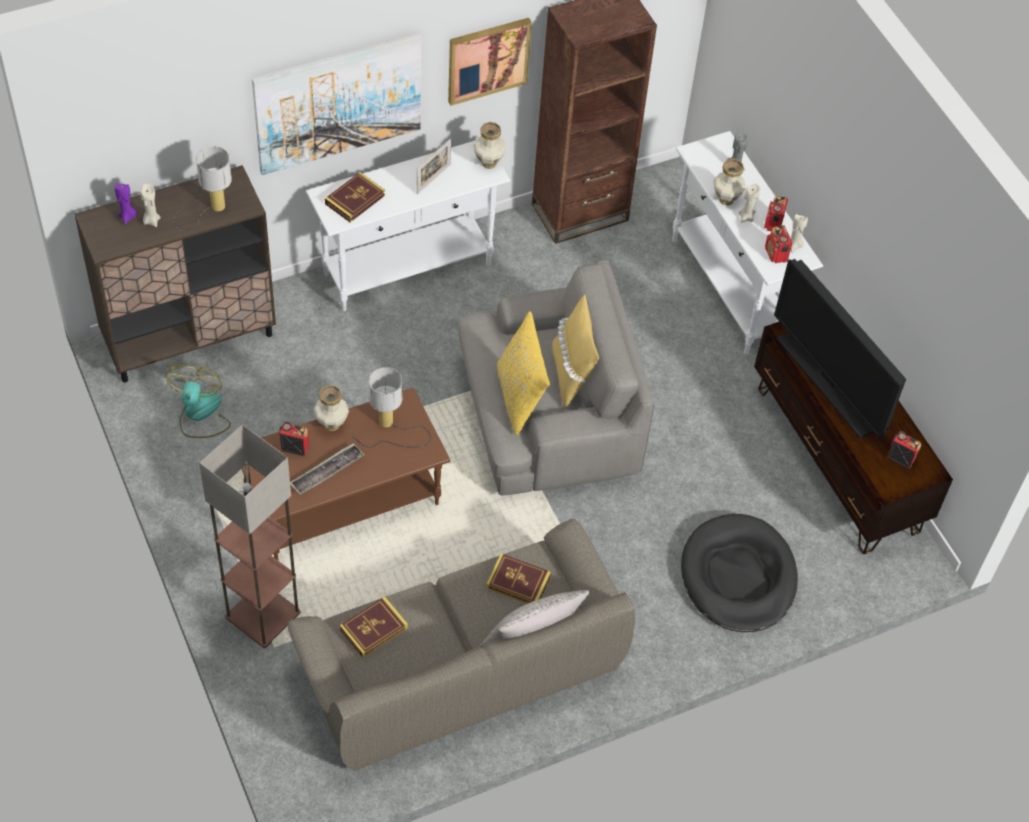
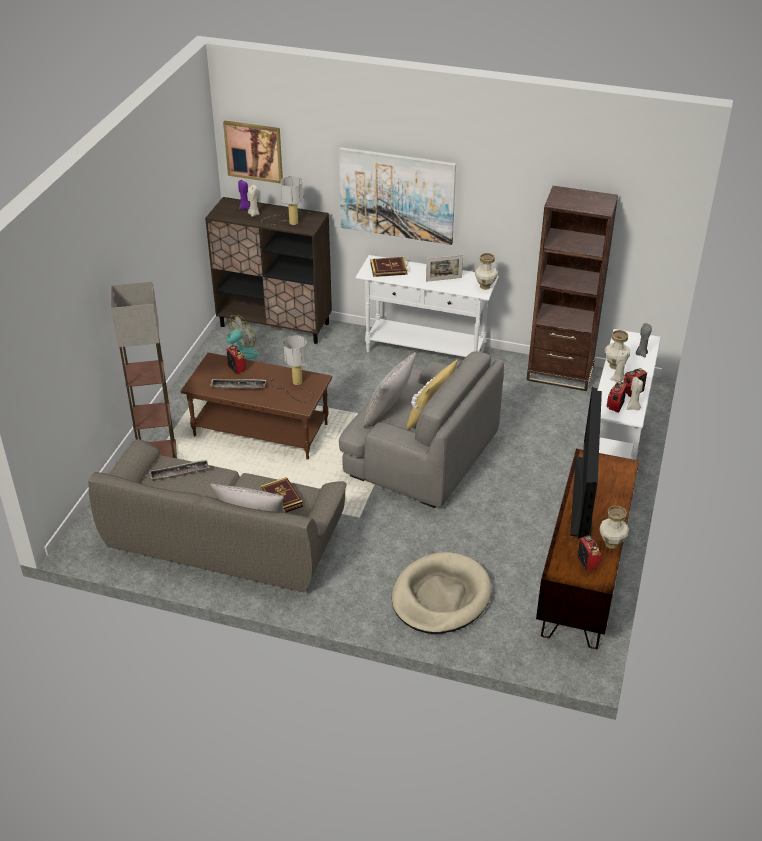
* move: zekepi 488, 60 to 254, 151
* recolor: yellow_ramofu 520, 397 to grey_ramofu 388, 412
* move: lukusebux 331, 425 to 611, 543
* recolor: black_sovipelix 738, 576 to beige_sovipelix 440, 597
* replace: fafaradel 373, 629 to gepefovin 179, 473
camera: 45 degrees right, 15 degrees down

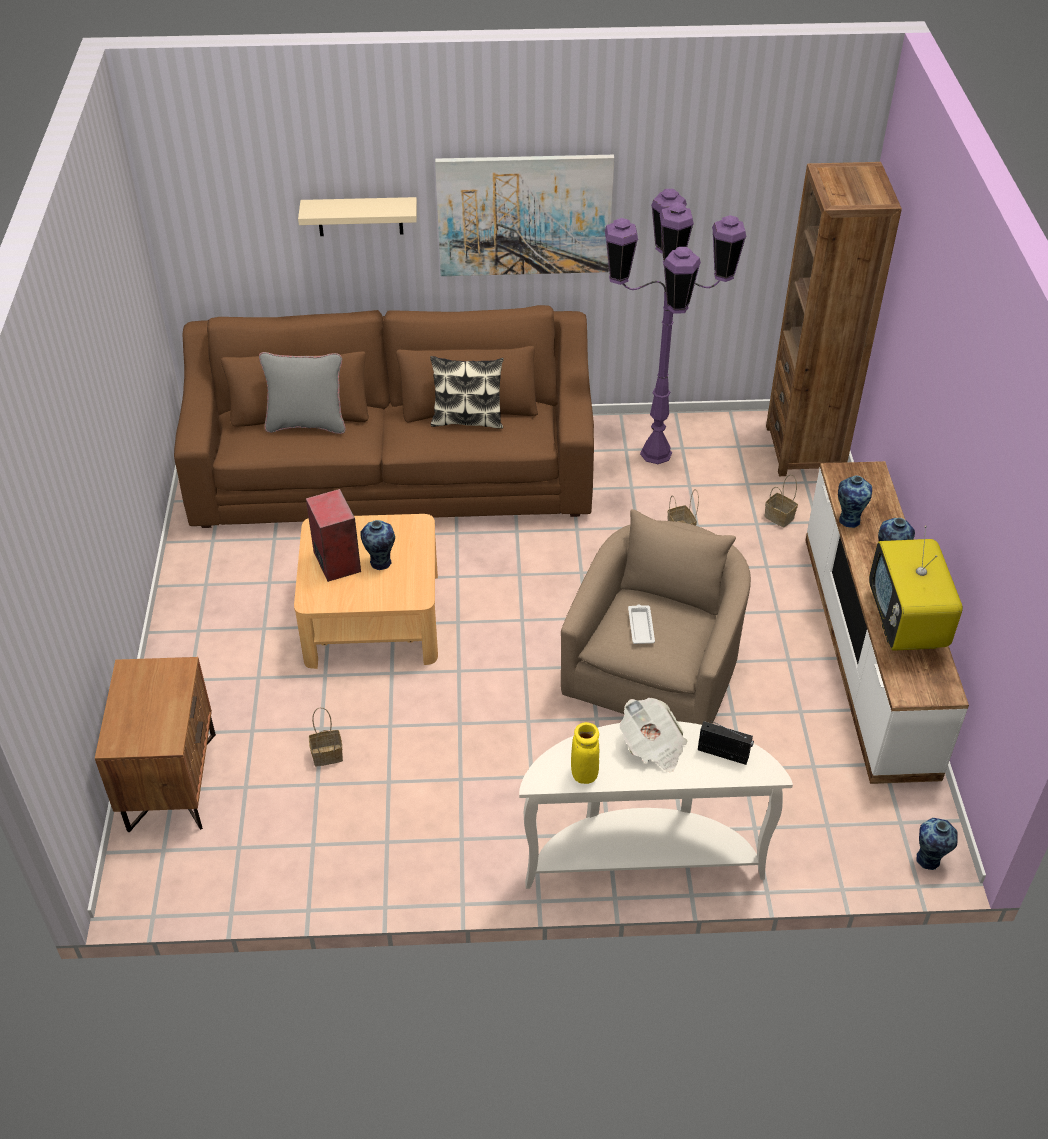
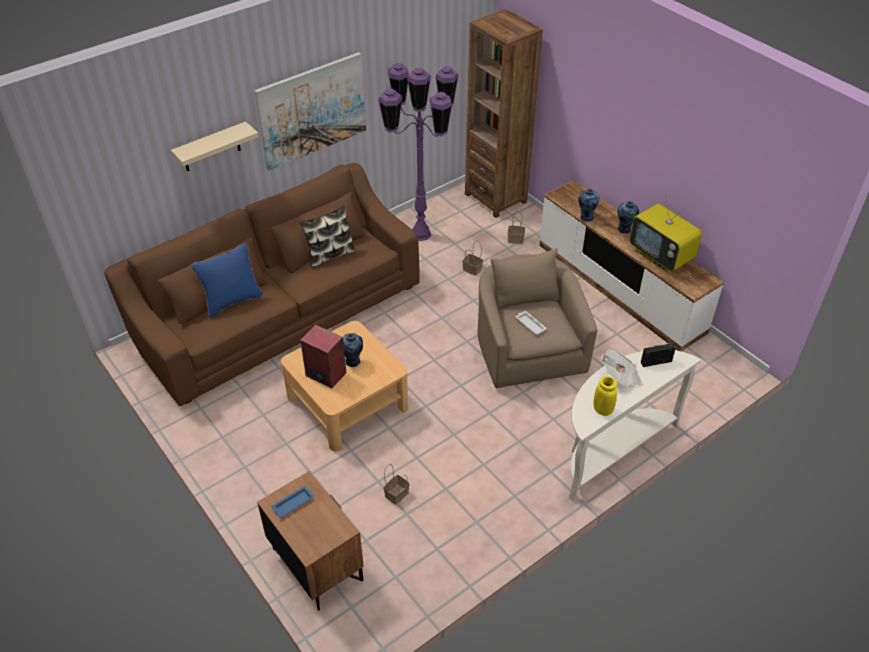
* recolor: grey_ramofu 307, 424 to blue_ramofu 232, 301
* delete: lukusebux 929, 860
* insert: blue_gepefovin 294, 503
camera: 35 degrees left, 0 degrees up

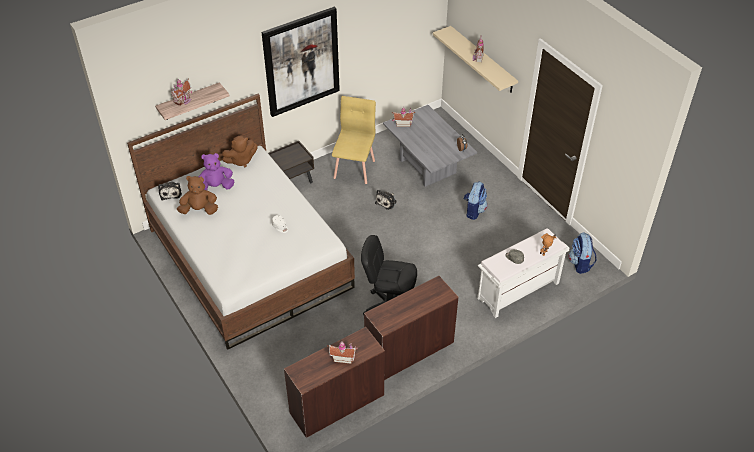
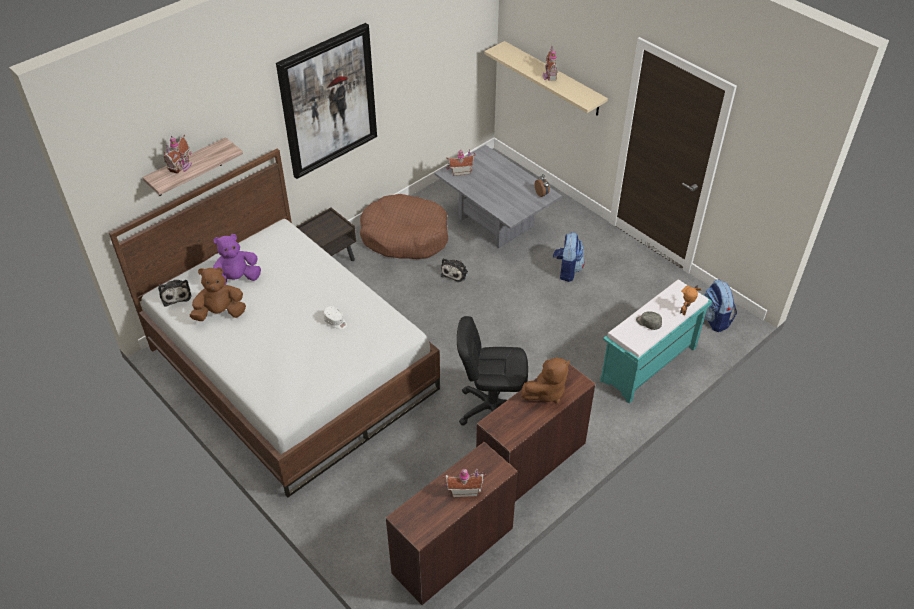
* replace: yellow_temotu 355, 169 to brown_sovipelix 405, 236
* move: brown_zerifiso 241, 160 to 546, 392
* recolor: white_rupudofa 517, 291 to turquoise_rupudofa 648, 365
camera: 10 degrees left, 0 degrees up

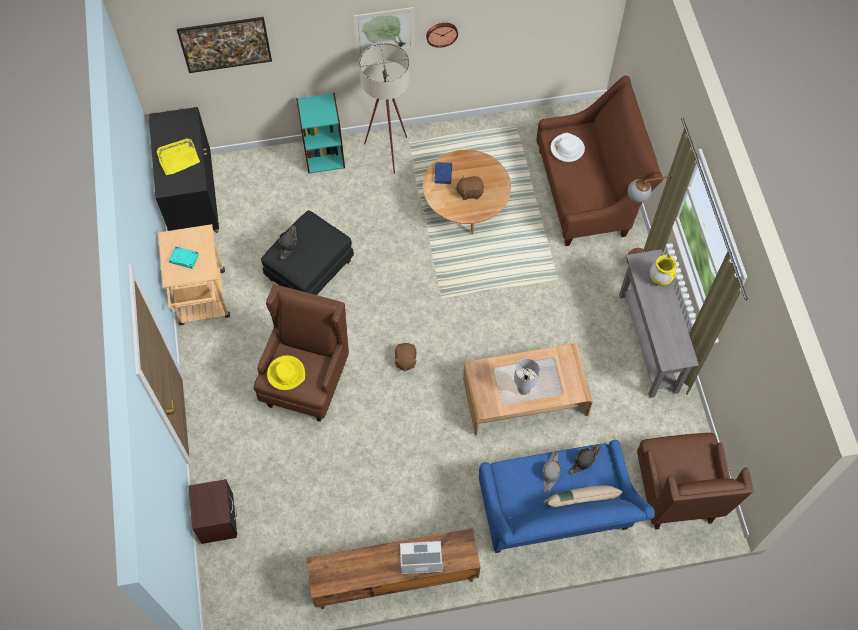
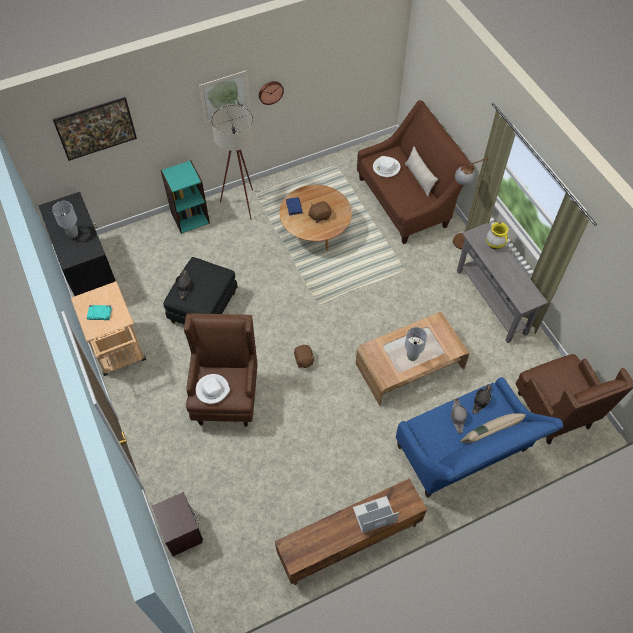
* replace: yellow_gepefovin 178, 157 to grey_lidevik 73, 234
* recolor: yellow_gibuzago 286, 373 to white_gibuzago 212, 389
* insert: beige_ramofu 419, 179
camera: 15 degrees left, 5 degrees down

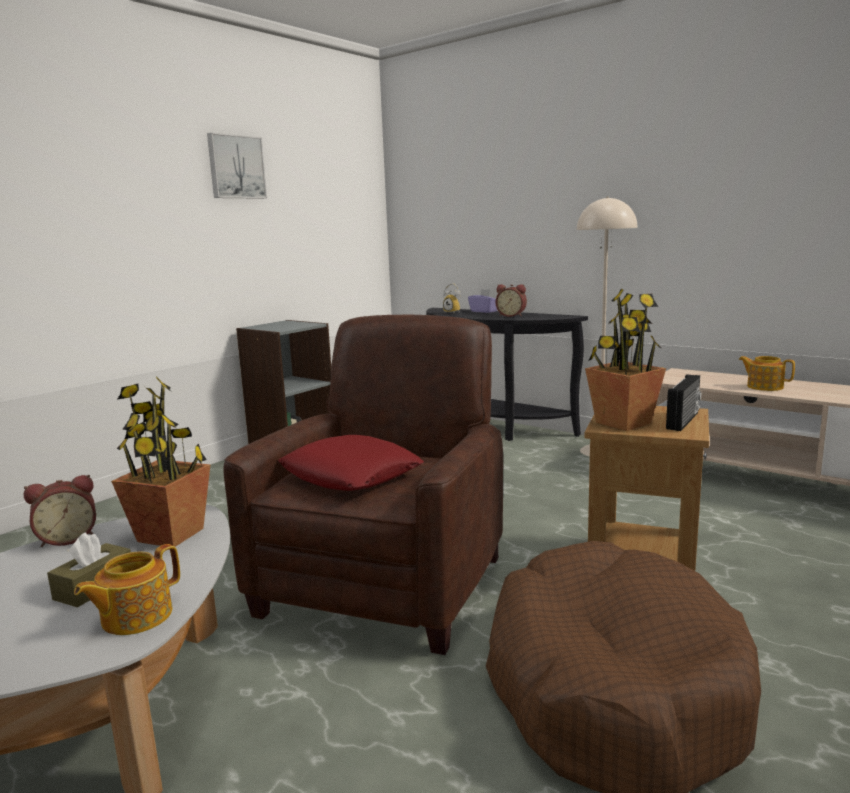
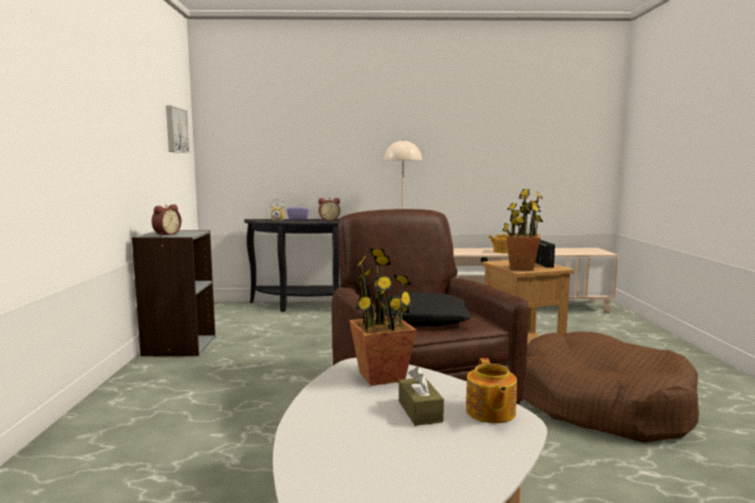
* move: zekepi 236, 167 to 175, 130
* recolor: red_ramofu 350, 475 to black_ramofu 424, 318
* move: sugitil 68, 538 to 166, 234
camera: 40 degrees left, 5 degrees down

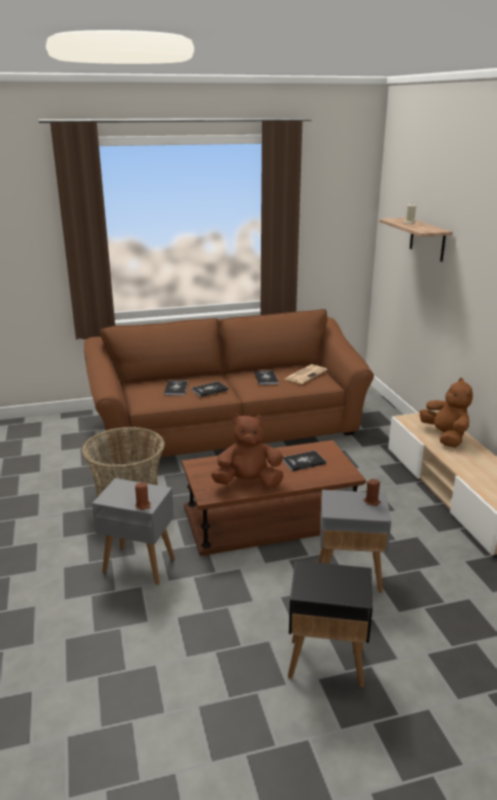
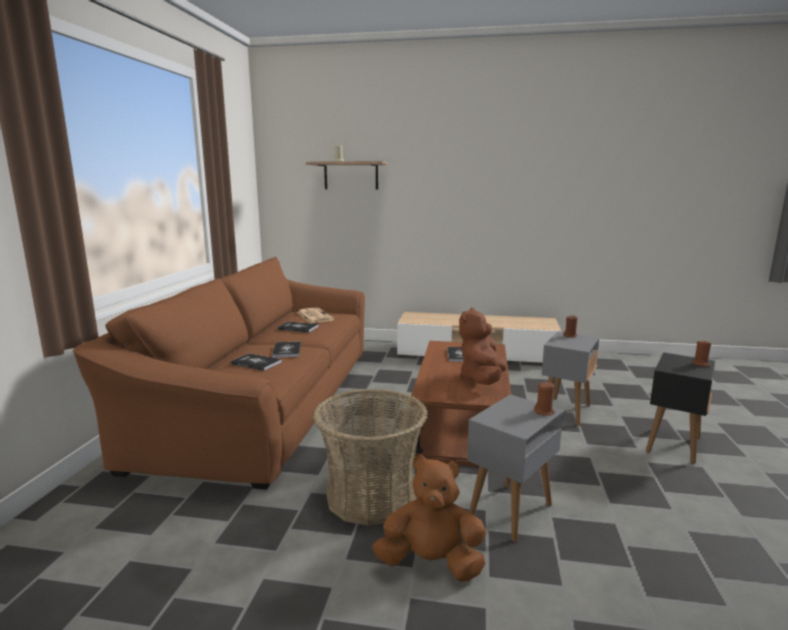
* move: brown_zerifiso 445, 437 to 431, 563
* insert: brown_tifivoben 701, 364
camera: 65 degrees left, 10 degrees down

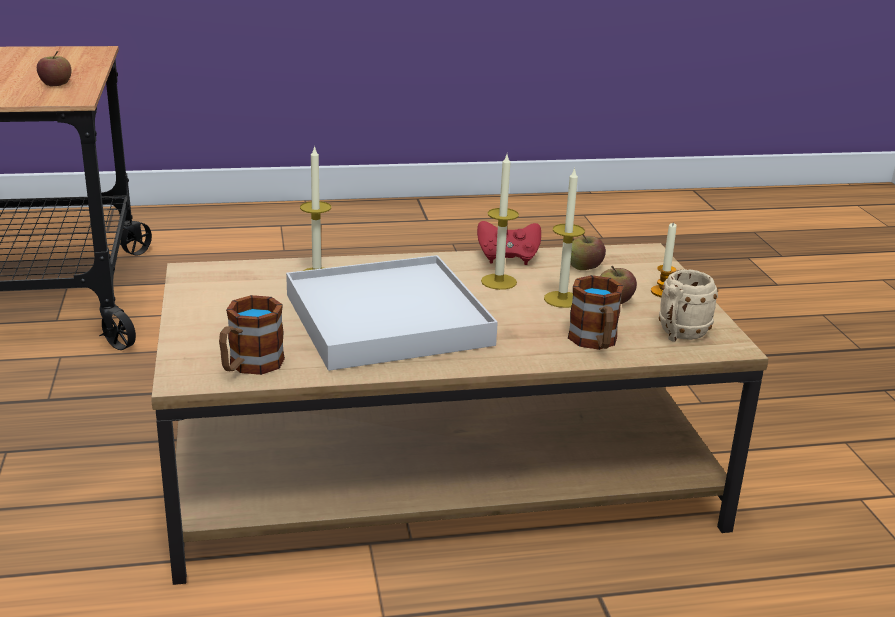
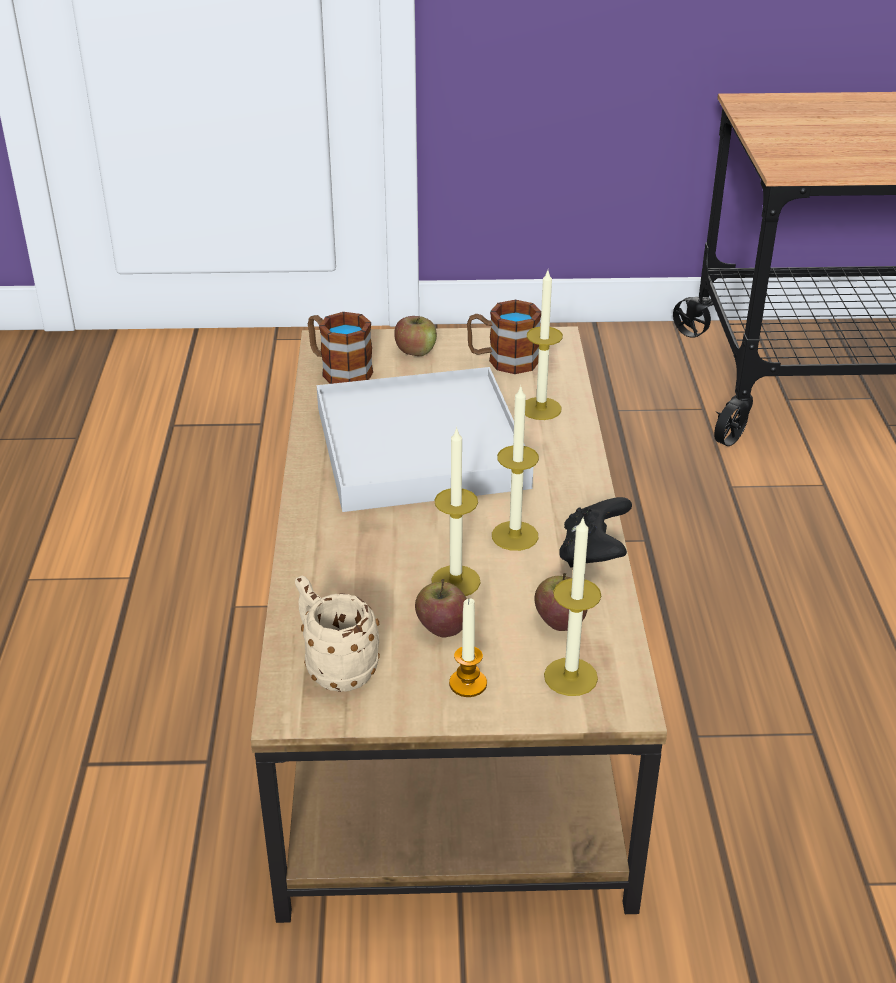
* move: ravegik 56, 84 to 416, 351
* recolor: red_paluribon 508, 258 to black_paluribon 593, 553
* move: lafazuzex 595, 342 to 502, 361
* insert: tifivoben 570, 677
camera: 100 degrees right, 10 degrees up

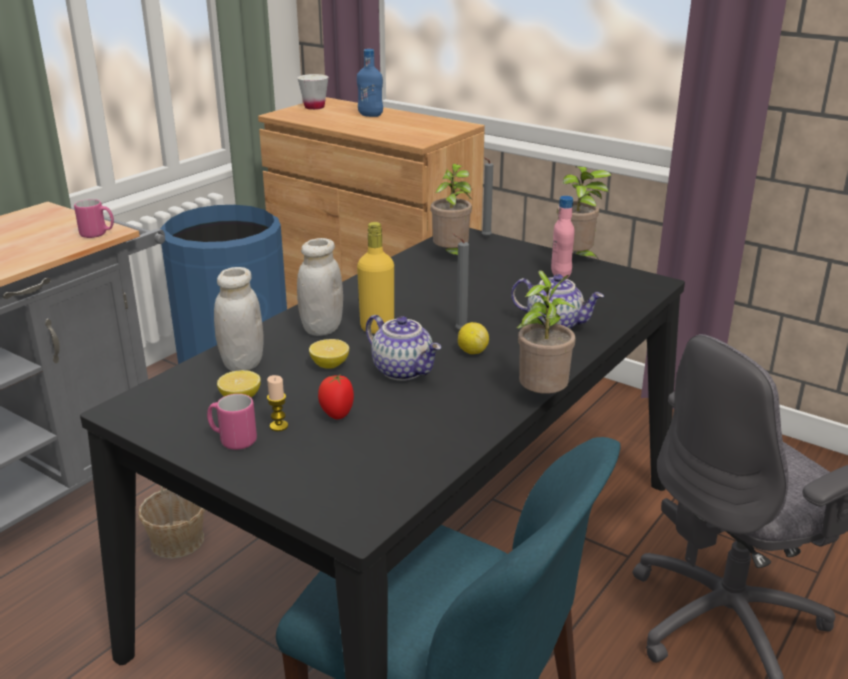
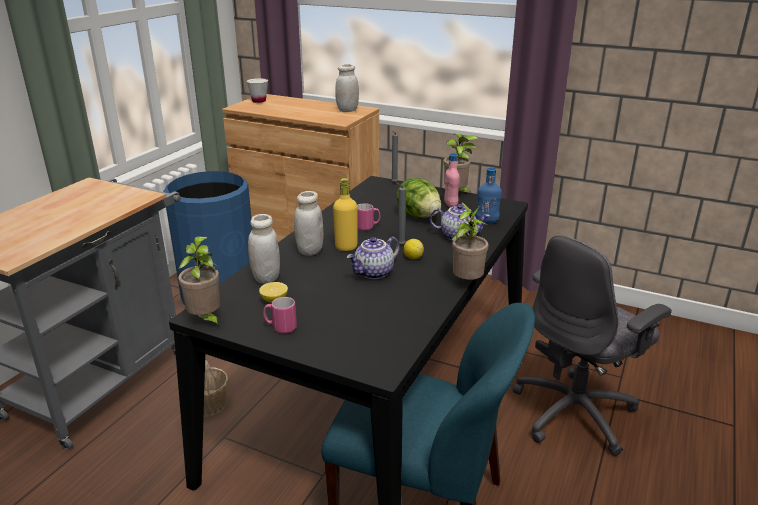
* move: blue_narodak 370, 115 to 487, 221
* move: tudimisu 451, 256 to 206, 320
* move: pink_lafazuzex 98, 234 to 368, 227
* rotate: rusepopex 404, 370 = 374, 273 105 degrees clockwise
* delete: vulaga 330, 365
* delete: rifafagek 336, 414
* delete: tifivoben 279, 426
* insert: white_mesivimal 347, 110
* insert: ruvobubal 419, 216
camera: 10 degrees left, 0 degrees up

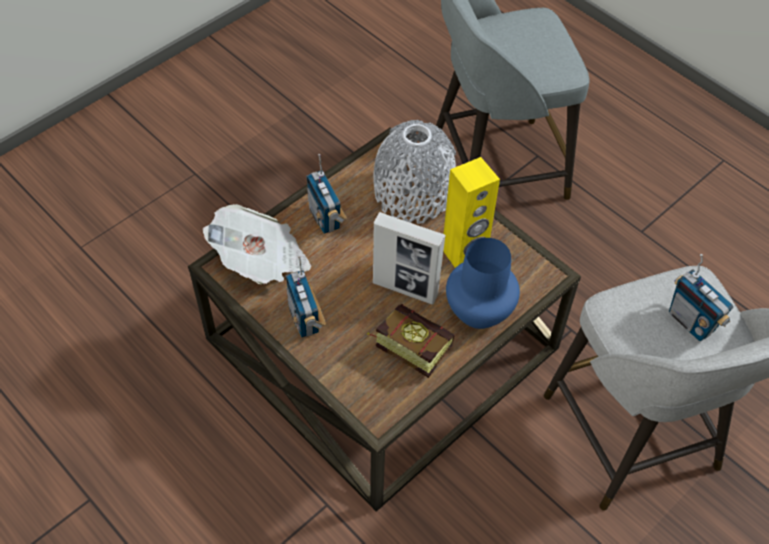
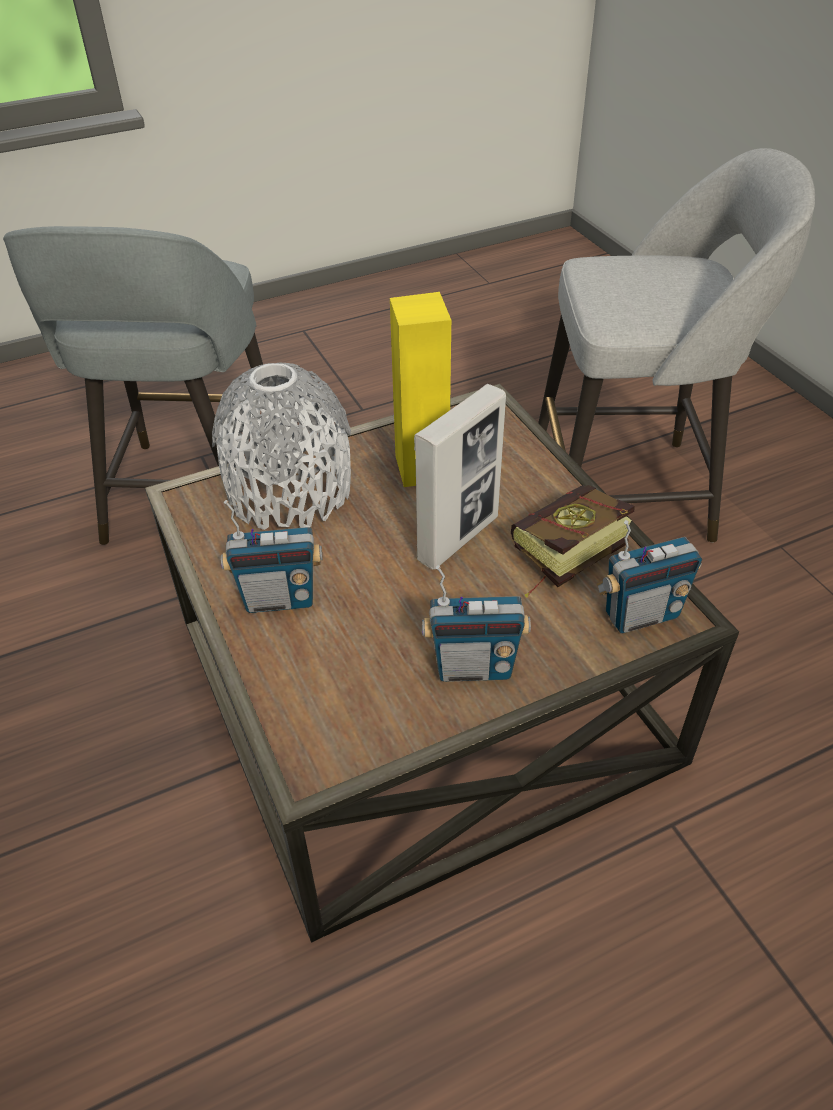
* delete: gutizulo 261, 261
* delete: blue_lukusebux 479, 312
* move: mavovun 691, 322 to 640, 614
camera: 70 degrees left, 10 degrees down

